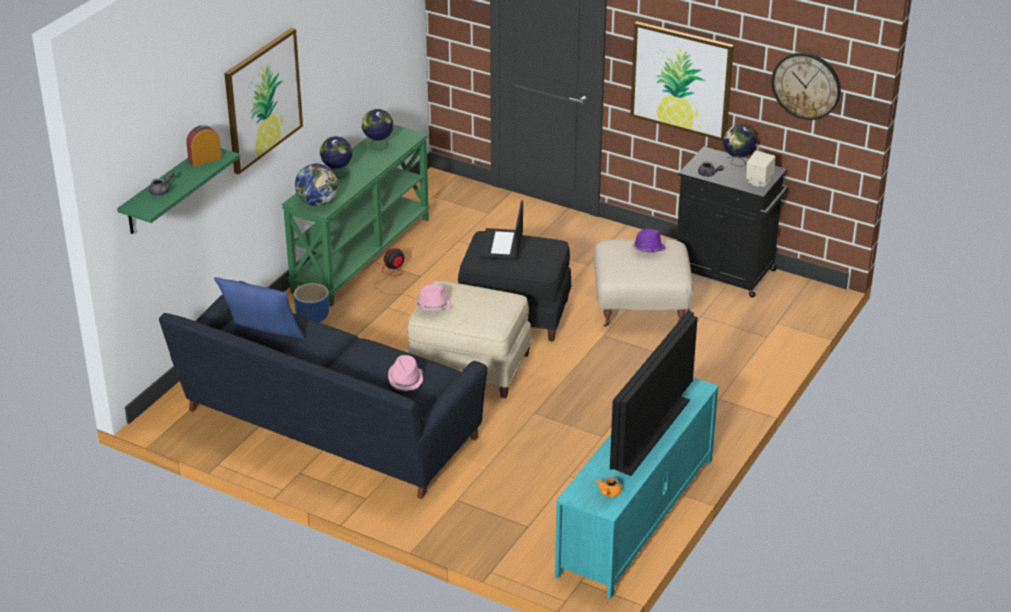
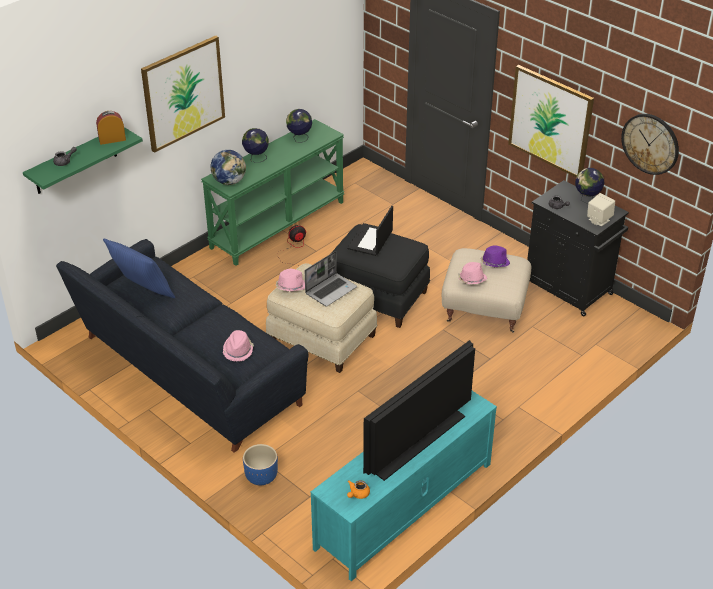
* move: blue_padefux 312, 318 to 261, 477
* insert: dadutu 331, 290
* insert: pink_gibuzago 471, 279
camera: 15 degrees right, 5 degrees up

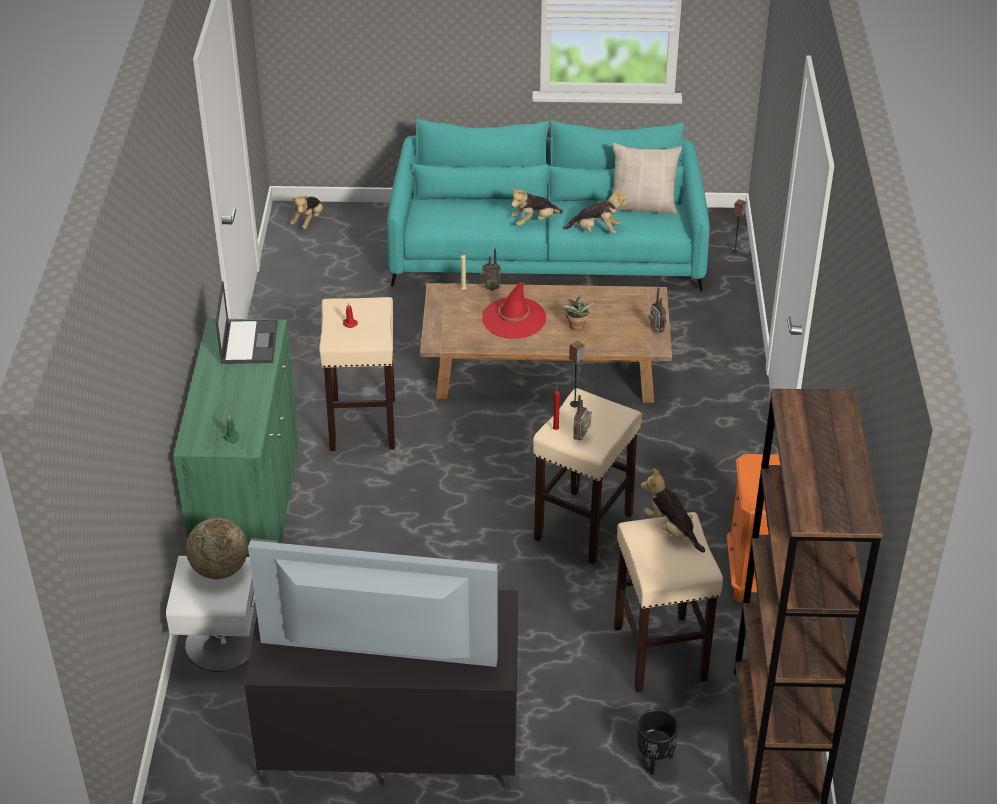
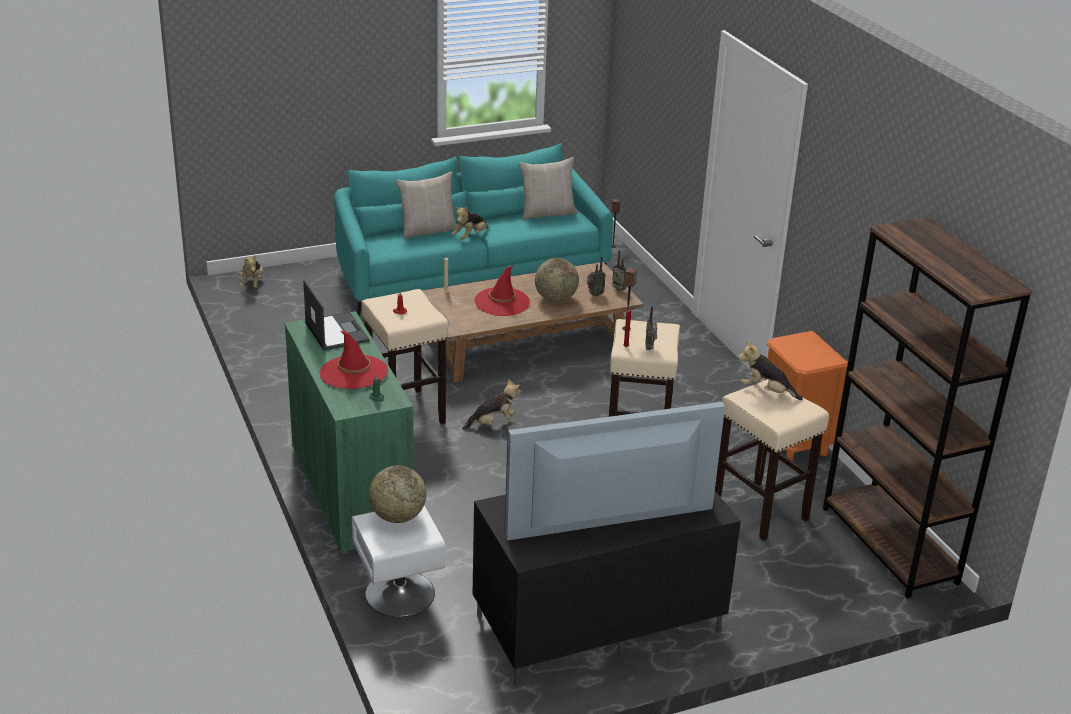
* move: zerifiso 596, 231 to 493, 424
* move: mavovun 490, 288 to 594, 294
* replace: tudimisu 576, 327 to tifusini 555, 299
* delete: black_padefux 654, 760
* insert: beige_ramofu 427, 230
* insert: red_gibuzago 353, 372
camera: 25 degrees left, 10 degrees down

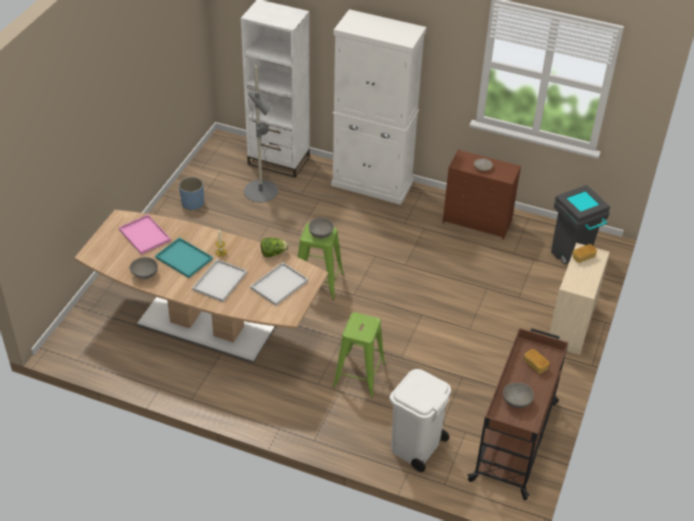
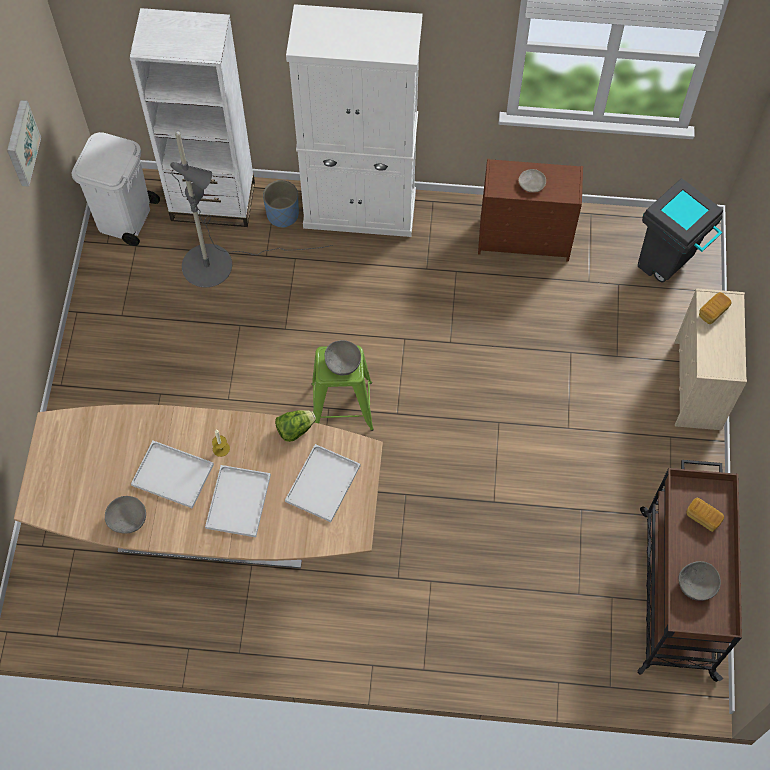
* move: blue_padefux 193, 203 to 282, 214
* delete: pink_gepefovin 145, 235
* recolor: turquoise_gepefovin 185, 258 to white_gepefovin 174, 474
* delete: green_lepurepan 359, 375
* move: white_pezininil 415, 447 to 125, 218
* insert: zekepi 20, 143
camera: 15 degrees left, 20 degrees up

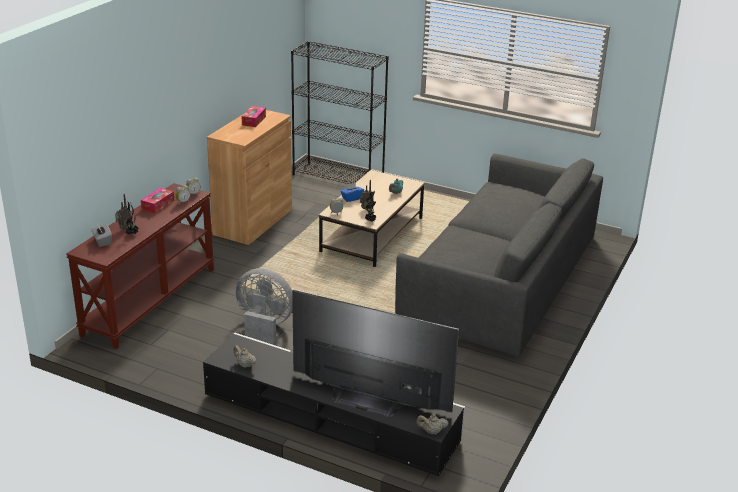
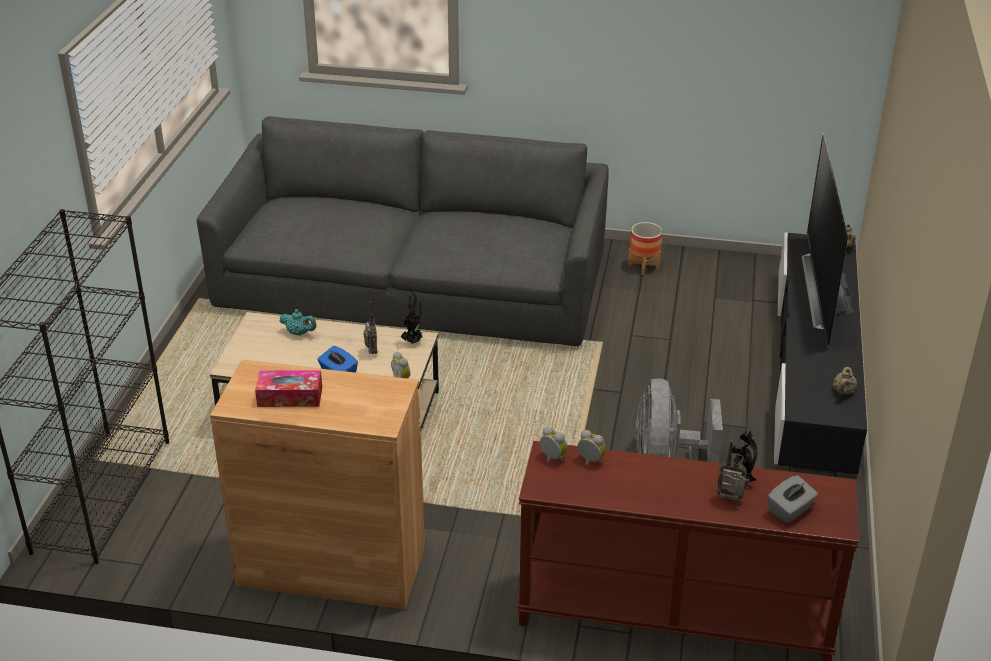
* delete: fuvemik 158, 205
* insert: padefux 644, 266
camera: 105 degrees left, 5 degrees up

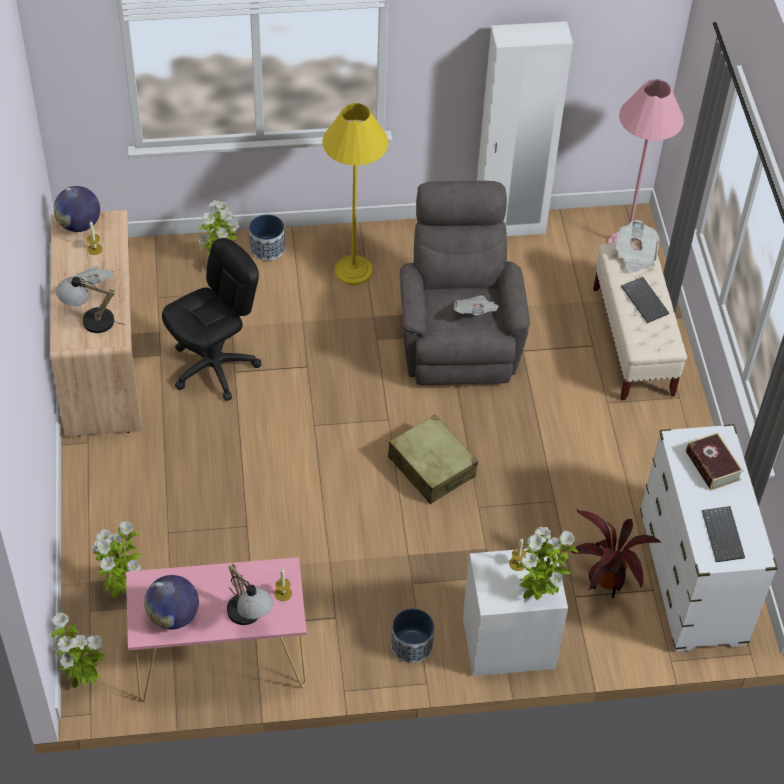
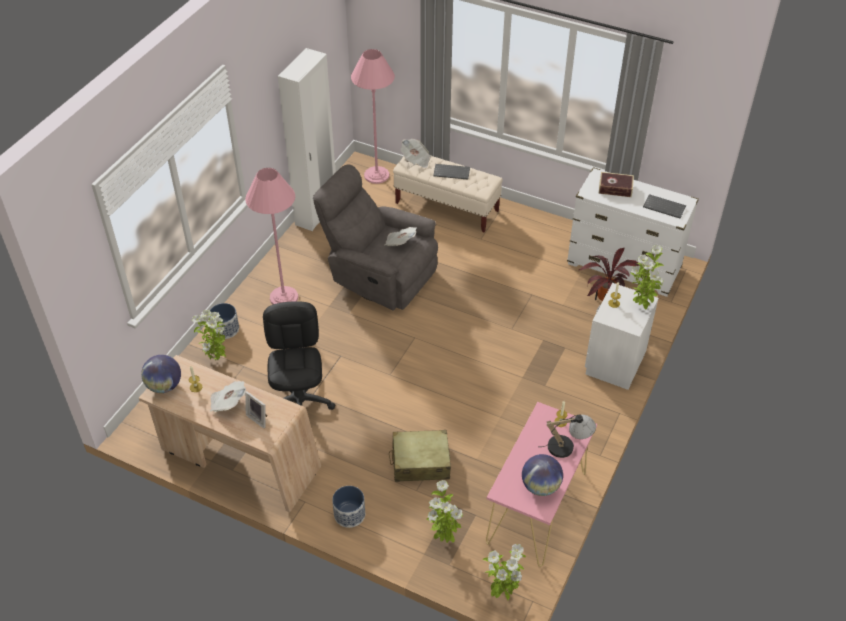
* recolor: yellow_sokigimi 353, 270 to pink_sokigimi 284, 297
* replace: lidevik 89, 320 to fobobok 259, 418
* move: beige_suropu 431, 467 to 420, 462
* move: padefux 411, 645 to 349, 514
camera: 55 degrees left, 5 degrees down

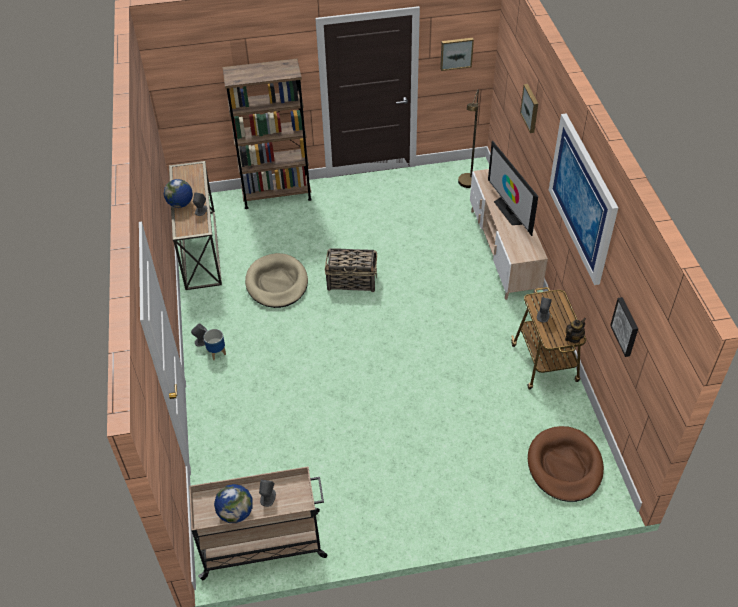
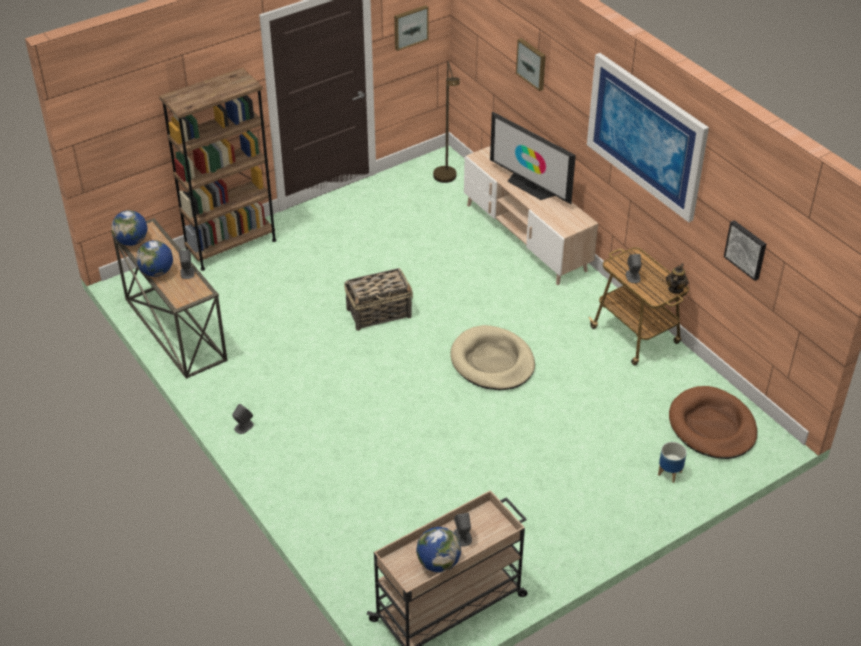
* move: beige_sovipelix 277, 283 to 492, 362
* move: padefux 217, 352 to 670, 473
* insert: tifusini 132, 241
camera: 25 degrees left, 5 degrees down

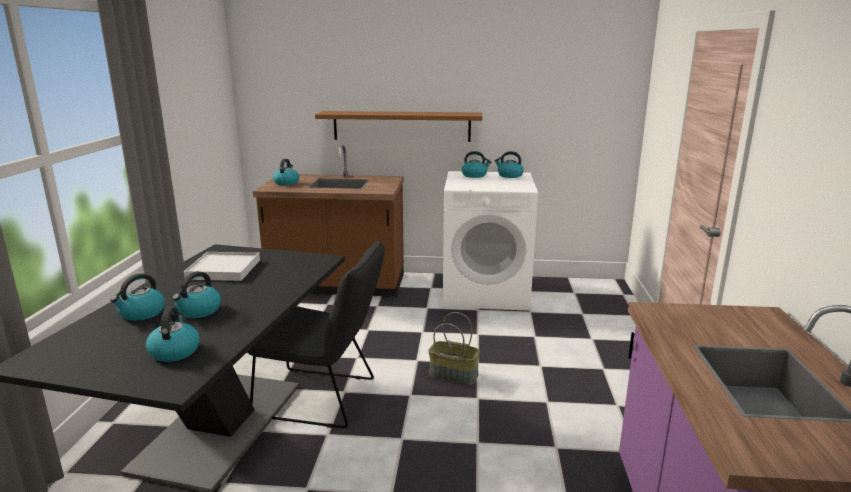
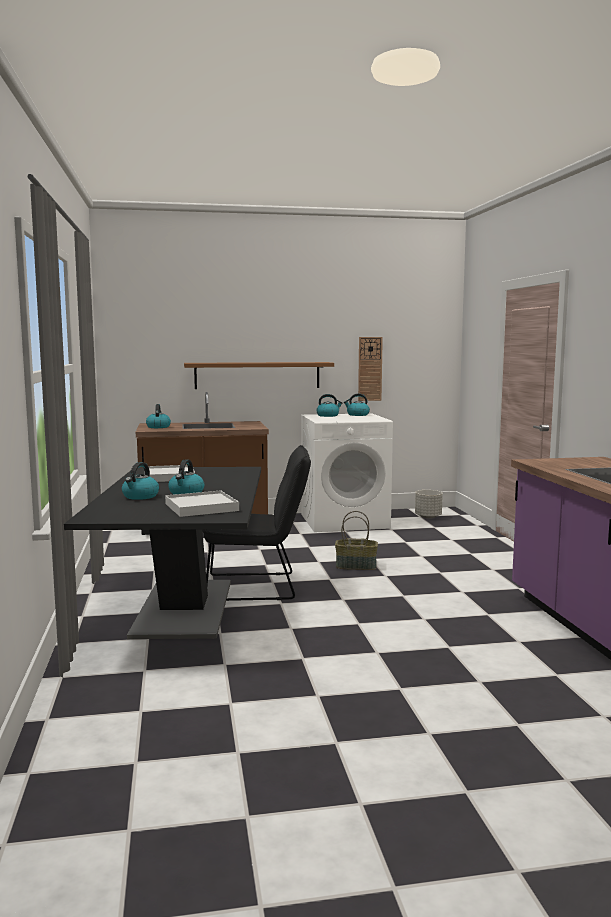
* replace: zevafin 174, 351 to white_gepefovin 201, 507
* insert: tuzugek 370, 368
* insert: grey_padefux 428, 517
camera: 15 degrees left, 10 degrees down

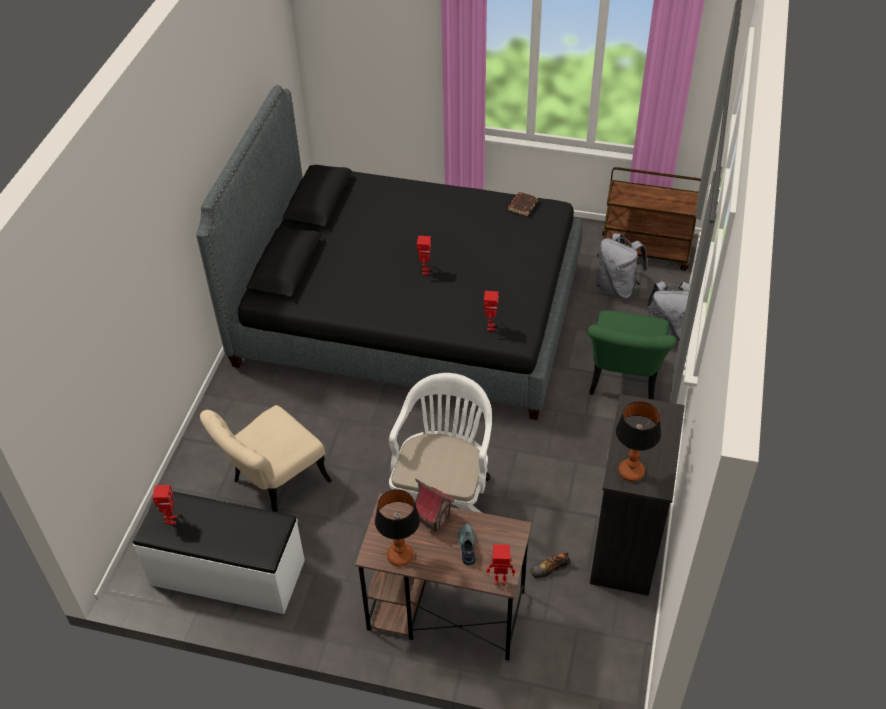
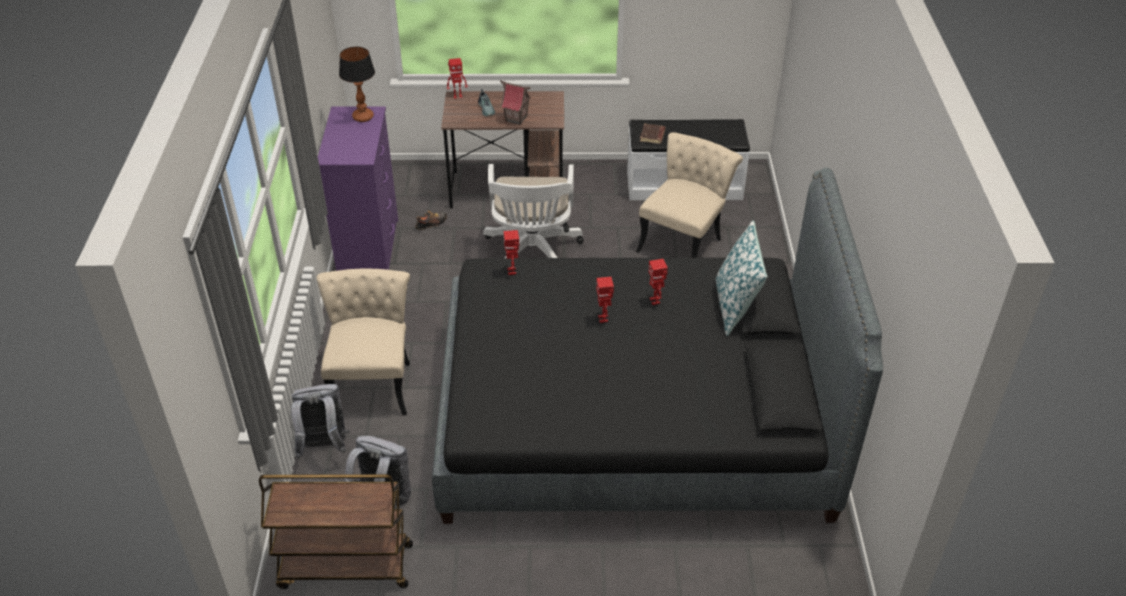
* move: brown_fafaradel 522, 205 to 652, 136
* recolor: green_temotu 623, 383 to beige_temotu 373, 381
* recolor: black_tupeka 625, 544 to purple_tupeka 369, 248
* move: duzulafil 171, 520 to 655, 301
* delete: lidevik 400, 555
* insert: ramofu 736, 306
camera: 165 degrees right, 5 degrees down

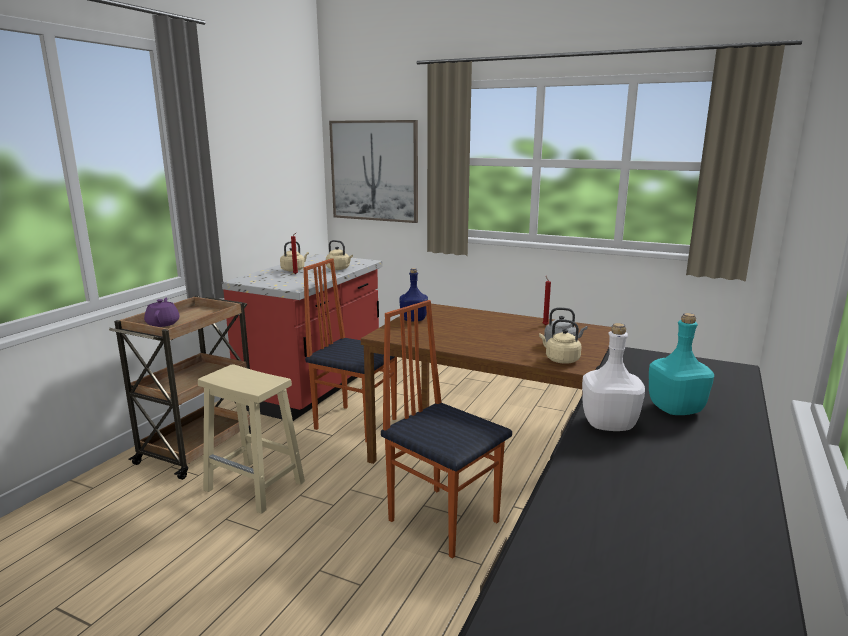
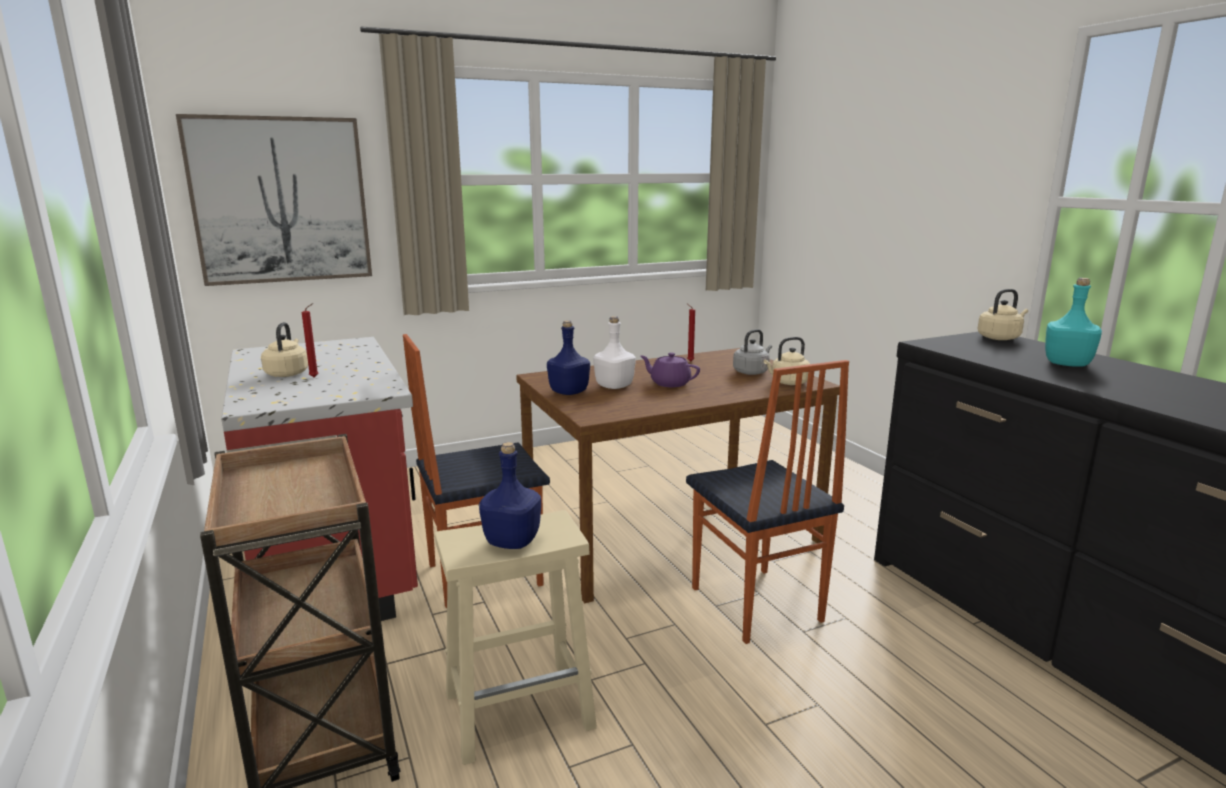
* move: beige_zevafin 339, 269 to 1000, 338
* move: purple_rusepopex 163, 323 to 669, 383
* rotate: temotu 444, 519 = 754, 605 105 degrees counterclockwise
* move: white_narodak 610, 424 to 614, 386
* insert: blue_narodak 513, 541
camera: 50 degrees left, 0 degrees up

